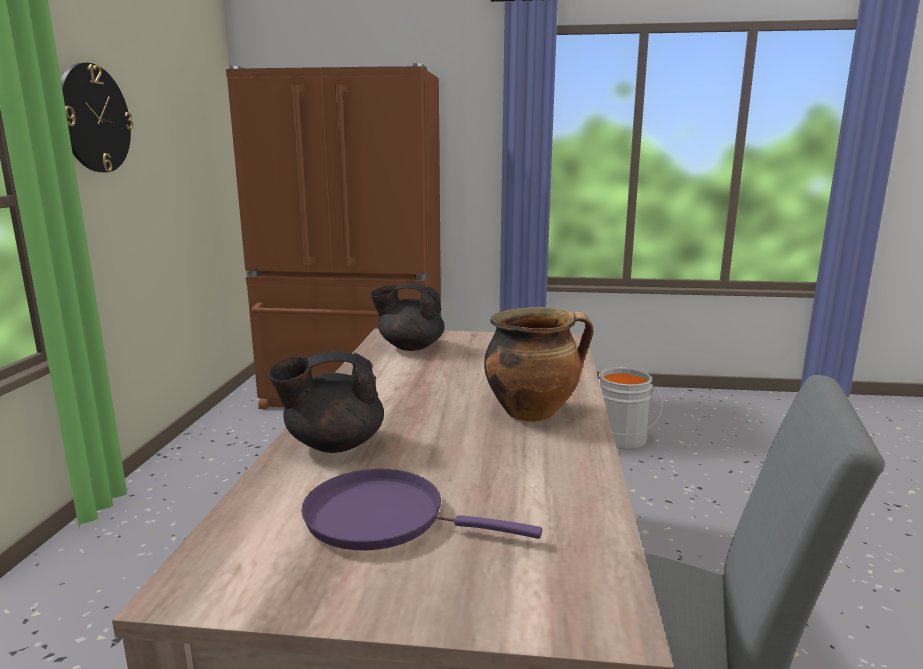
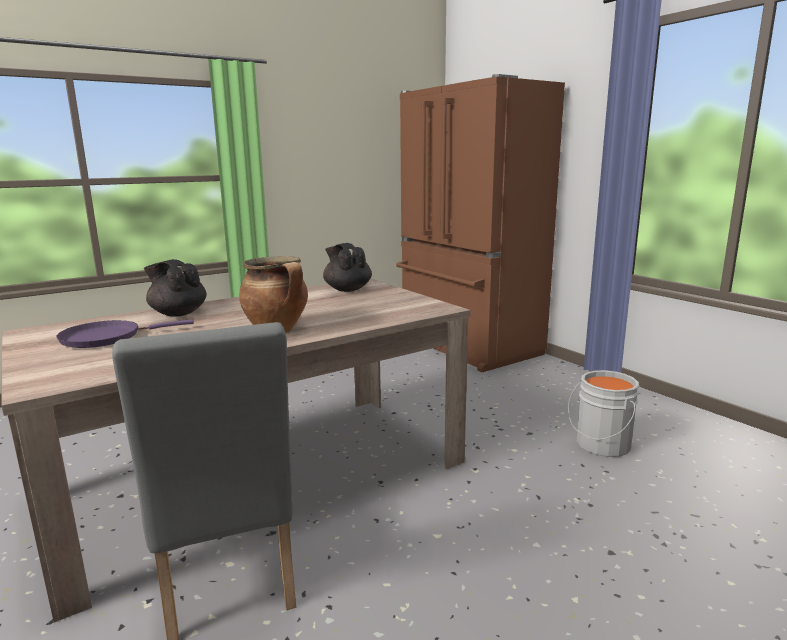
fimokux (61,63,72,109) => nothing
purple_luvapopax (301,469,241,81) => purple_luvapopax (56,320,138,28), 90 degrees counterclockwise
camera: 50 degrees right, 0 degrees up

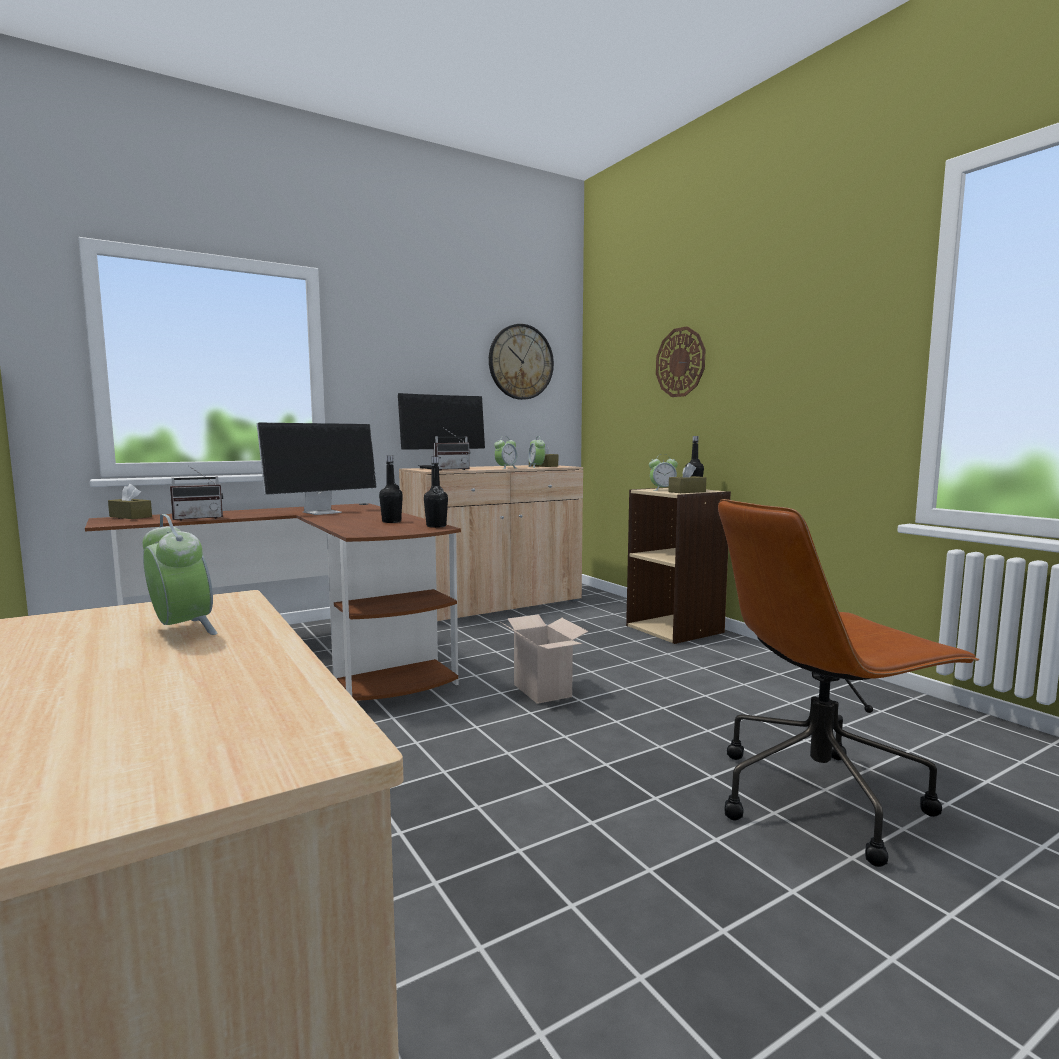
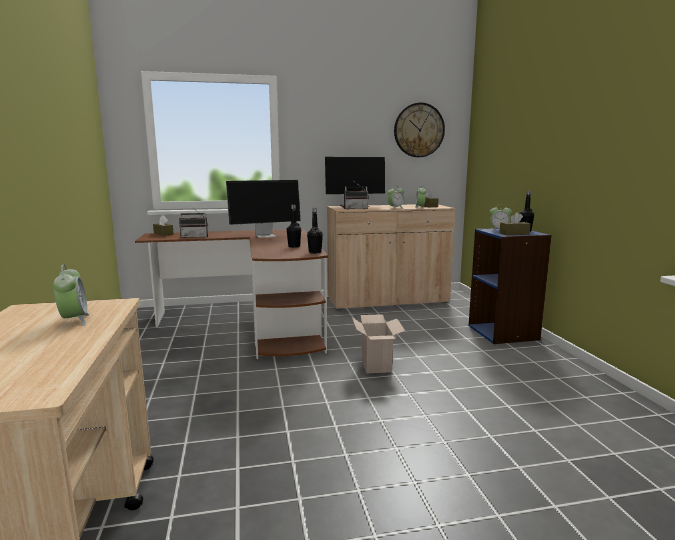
fimokux (656,326,50,71) => nothing
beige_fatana (626,487,105,157) => blue_fatana (469,228,83,116)
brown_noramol (718,499,262,368) => nothing
camera: 20 degrees right, 5 degrees up

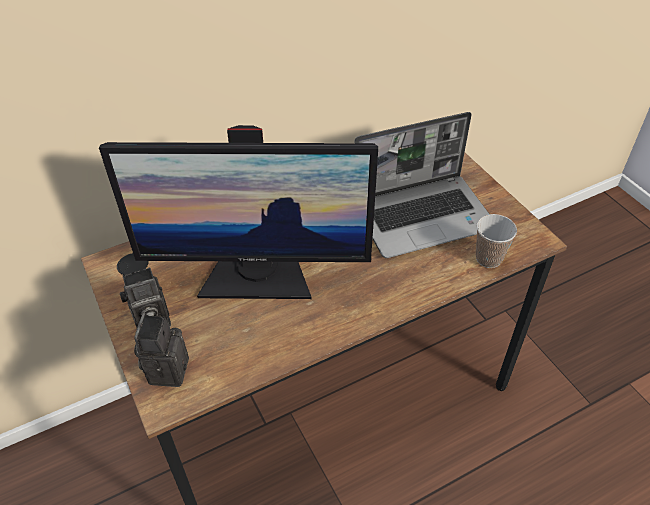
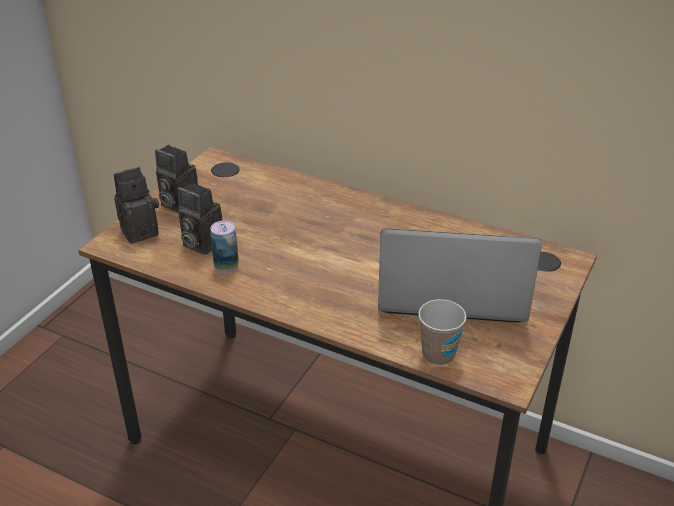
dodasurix (354,112,135,146) => dodasurix (378,228,164,95), 150 degrees clockwise
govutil (99,125,279,174) => nothing
nothing => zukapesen (178,182,44,73)
nothing => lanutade (210,221,29,52)
camera: 55 degrees right, 10 degrees down

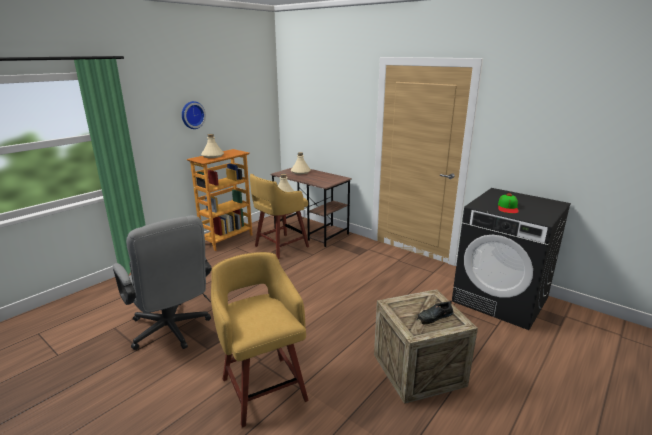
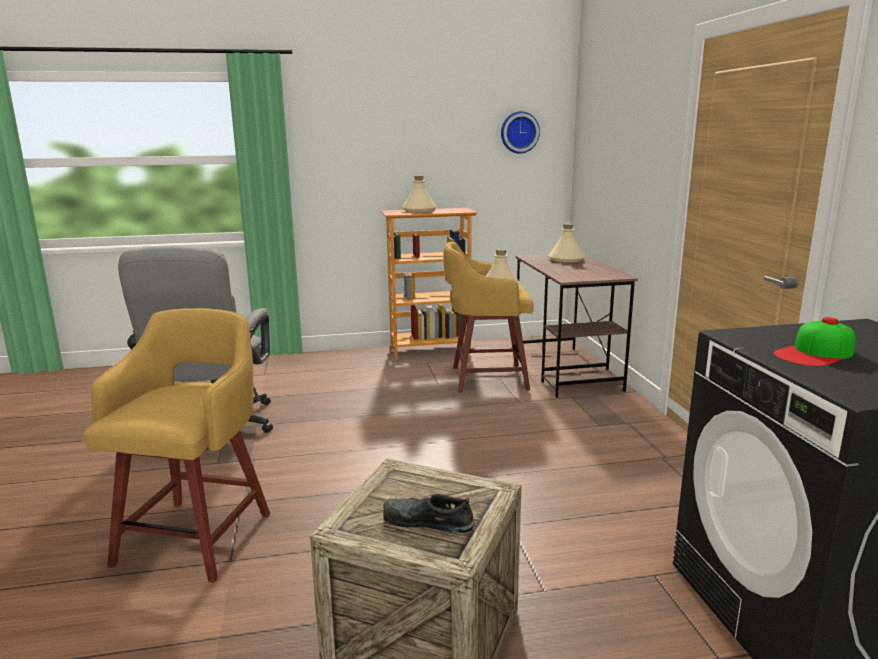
fimokux (182,101,24,28) => fimokux (501,111,39,43), relocated
camera: 40 degrees right, 5 degrees down

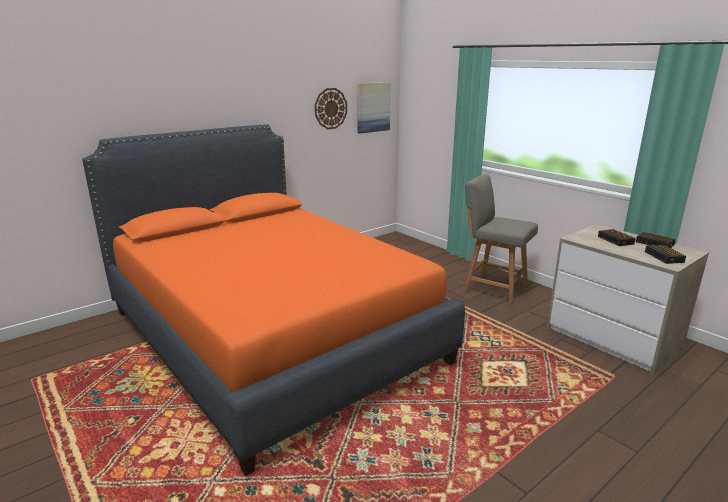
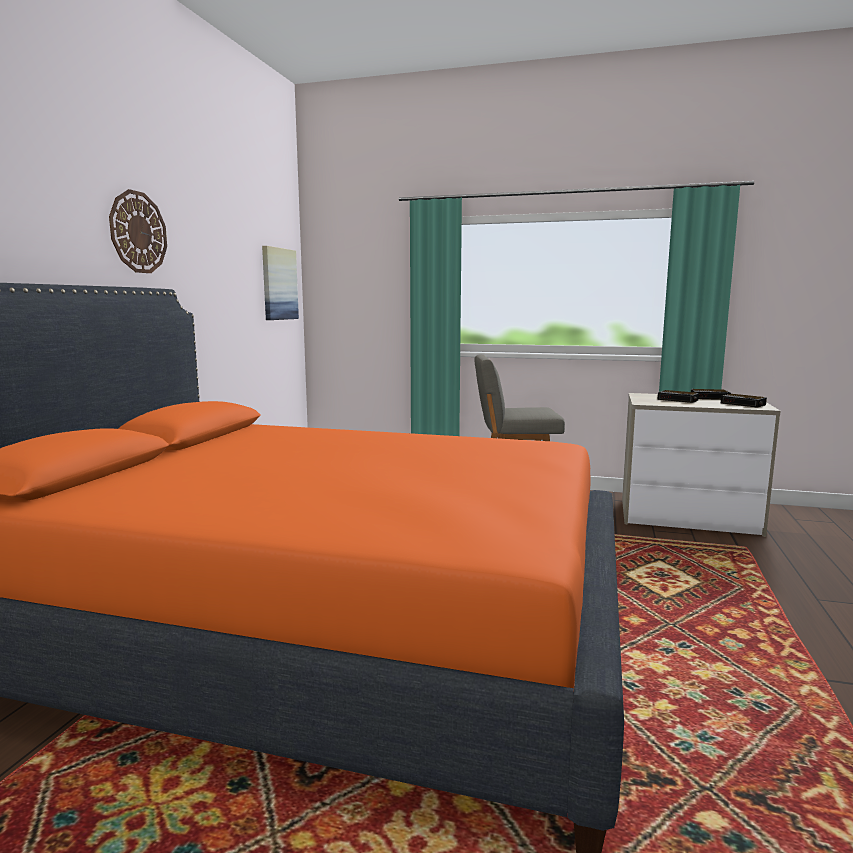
fimokux (315,88,32,41) => fimokux (109,189,58,84), relocated
camera: 35 degrees left, 10 degrees down

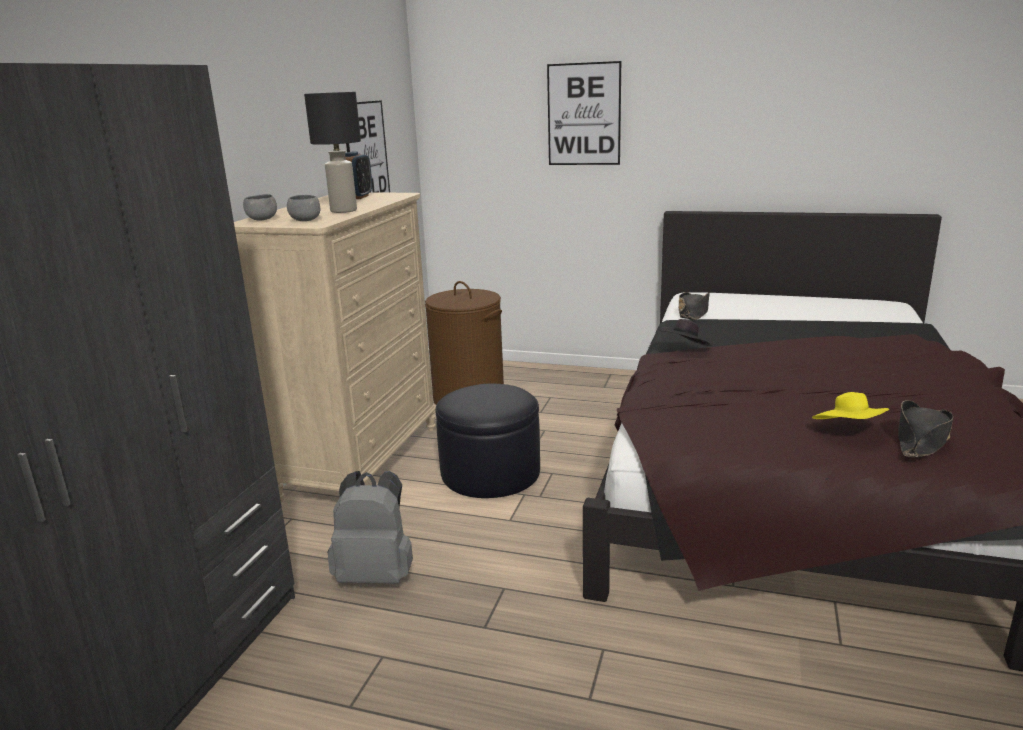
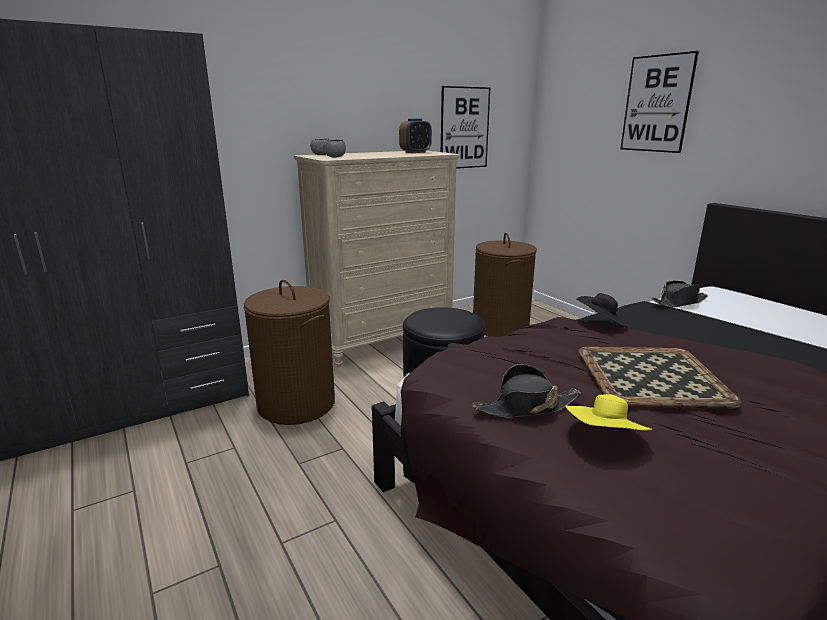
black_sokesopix (304,92,57,121) => nothing
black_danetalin (898,400,55,57) => black_danetalin (472,364,109,53), relocated
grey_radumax (327,471,86,113) => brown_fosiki (244,280,91,145)
nothing => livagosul (578,347,164,62)
camera: 40 degrees right, 0 degrees up

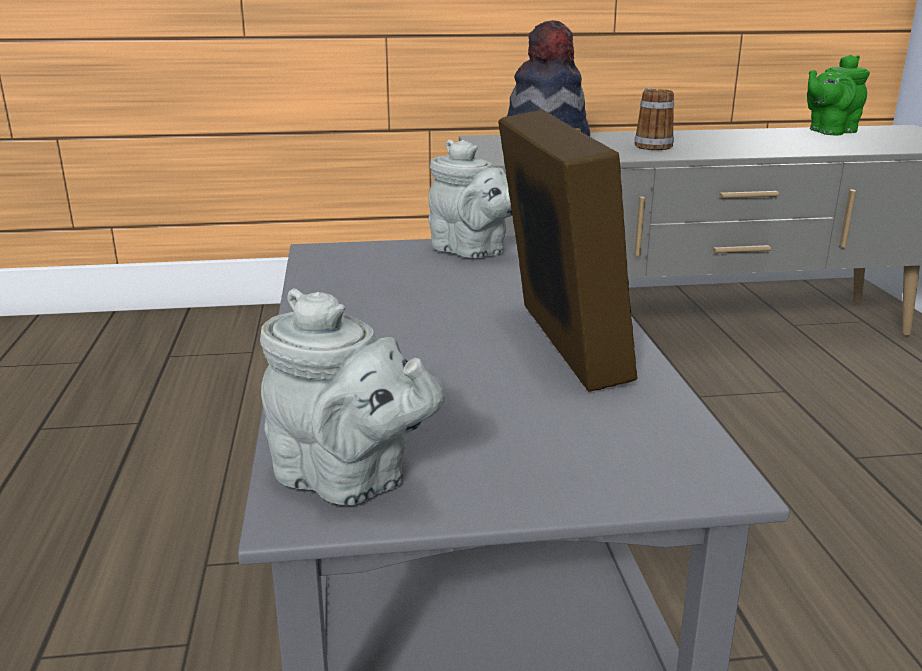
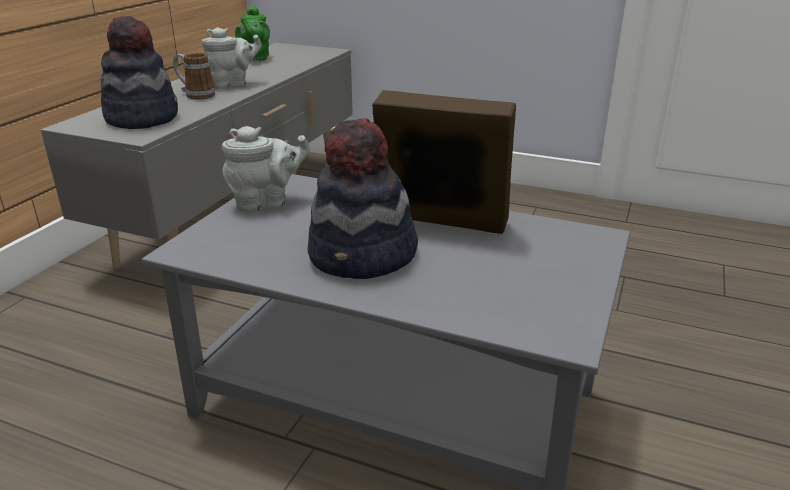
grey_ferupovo (260,288,185,217) => grey_ferupovo (201,27,61,61), relocated
nothing => danetalin (308,118,110,161)
camera: 60 degrees left, 5 degrees up

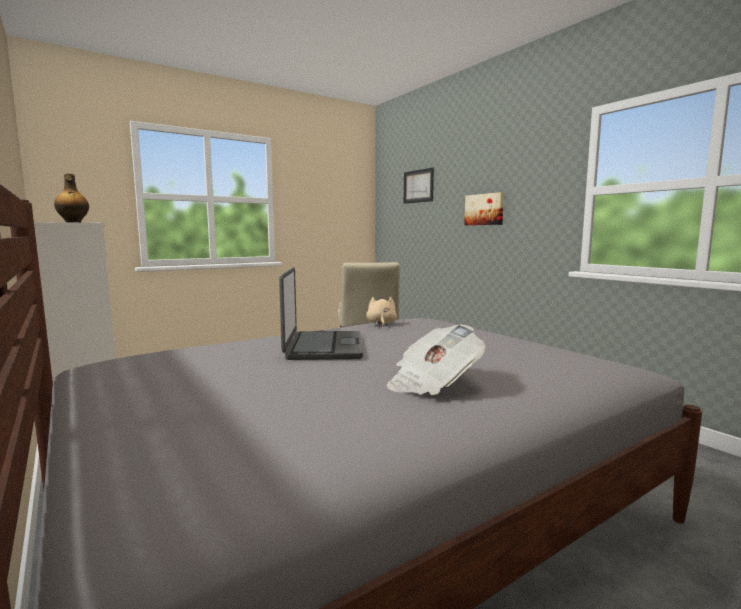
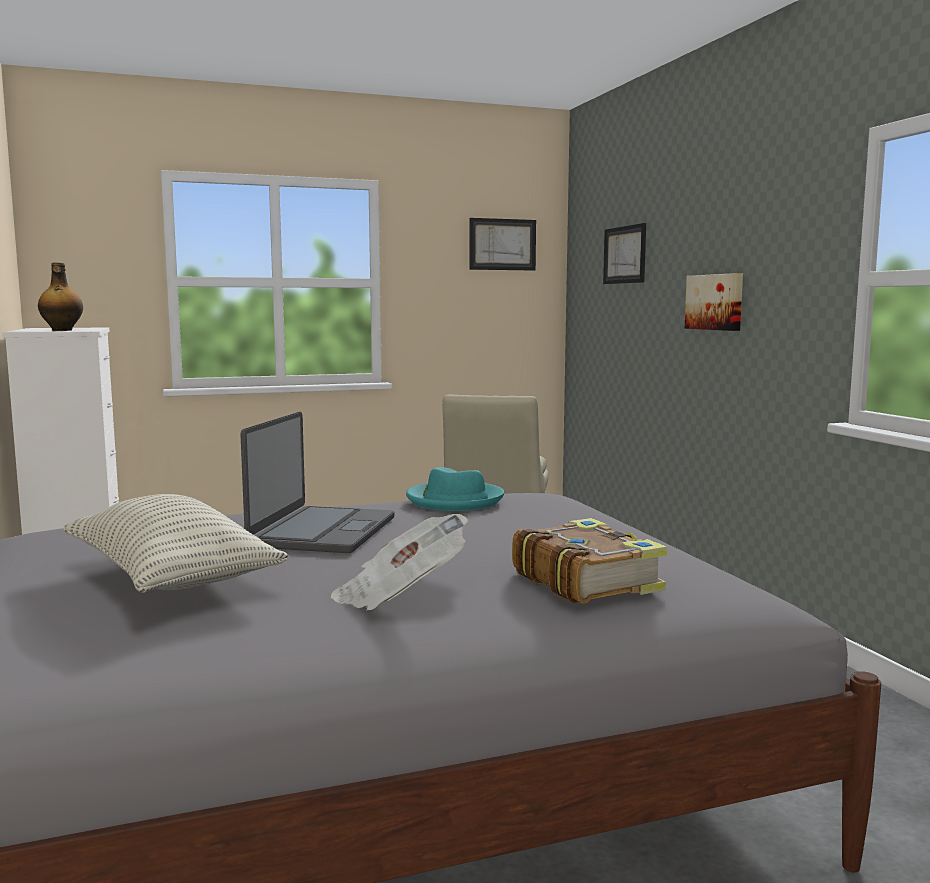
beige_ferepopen (366,297,31,29) => turquoise_danetalin (406,467,98,44)
nothing => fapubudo (470,218,66,53)
nothing => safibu (63,494,225,99)
nothing => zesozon (512,518,155,86)
camera: 15 degrees right, 0 degrees up

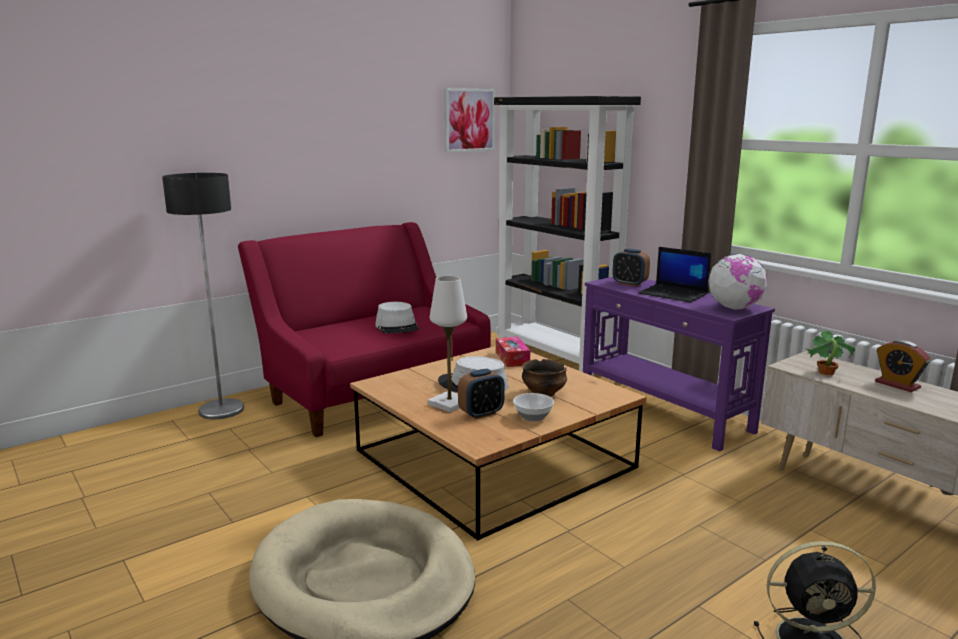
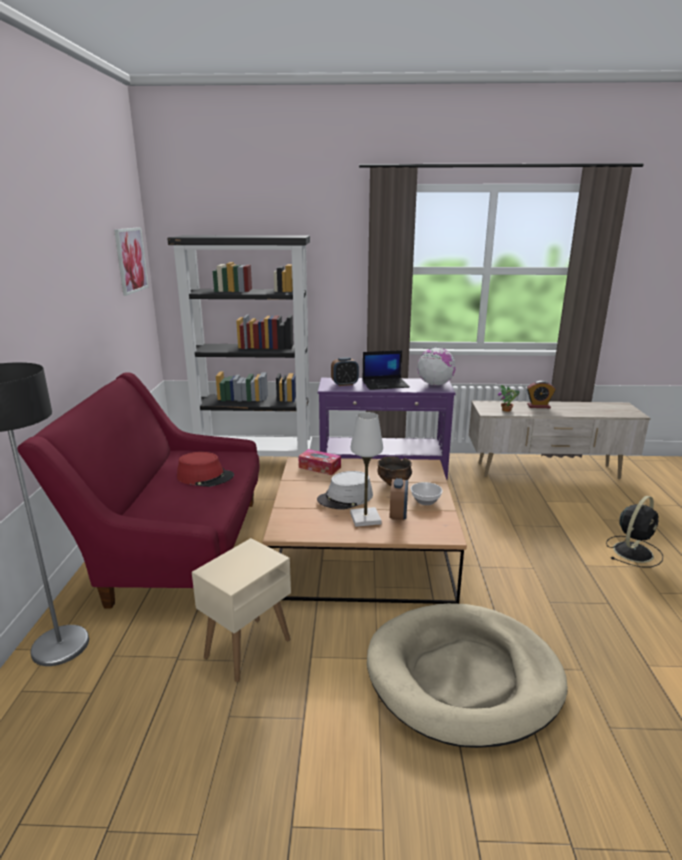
grey_danetalin (375,302,44,31) => red_danetalin (177,452,57,35)
nothing => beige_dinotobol (192,538,99,144)
camera: 50 degrees left, 5 degrees up

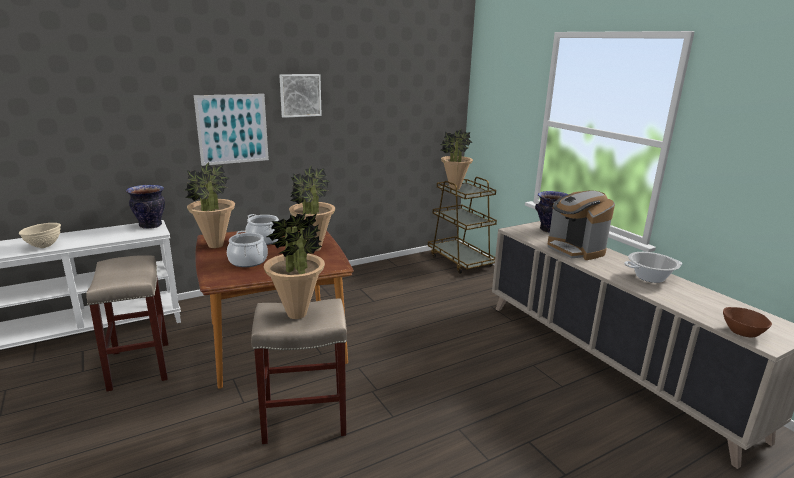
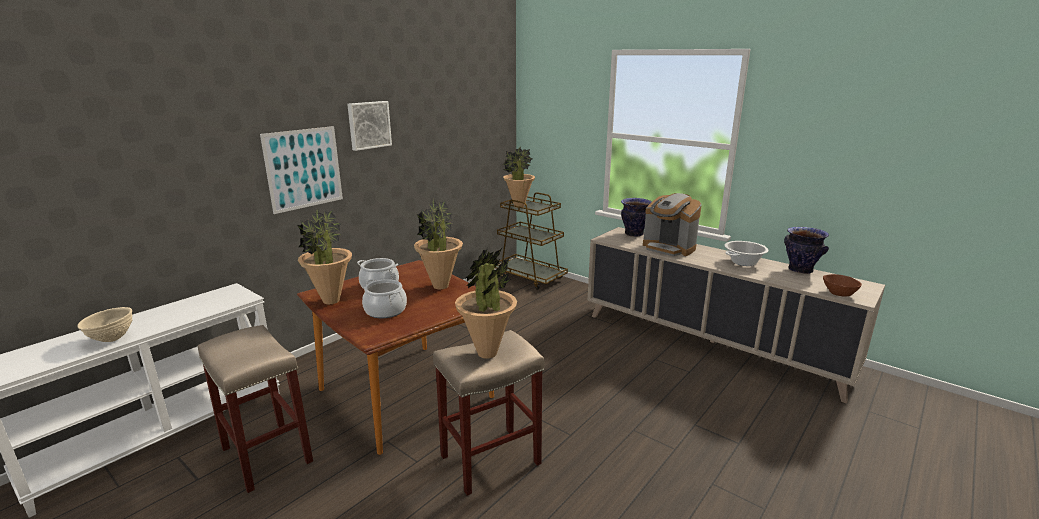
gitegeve (126,185,39,44) => gitegeve (784,227,45,47), relocated
camera: 20 degrees left, 0 degrees up

